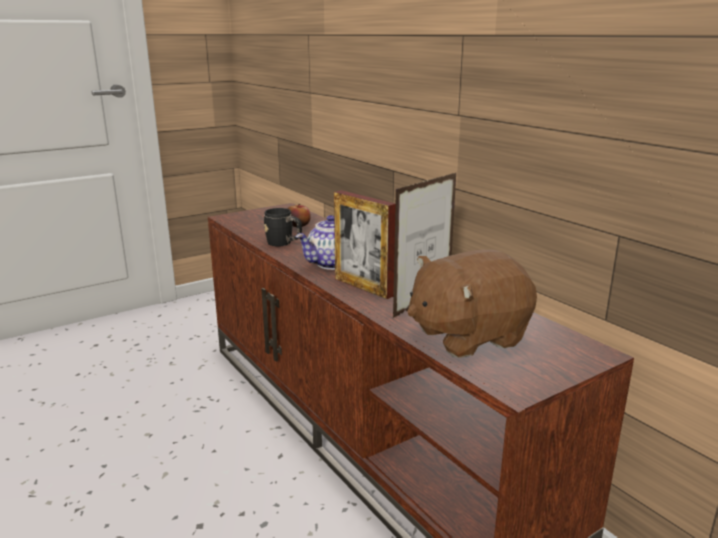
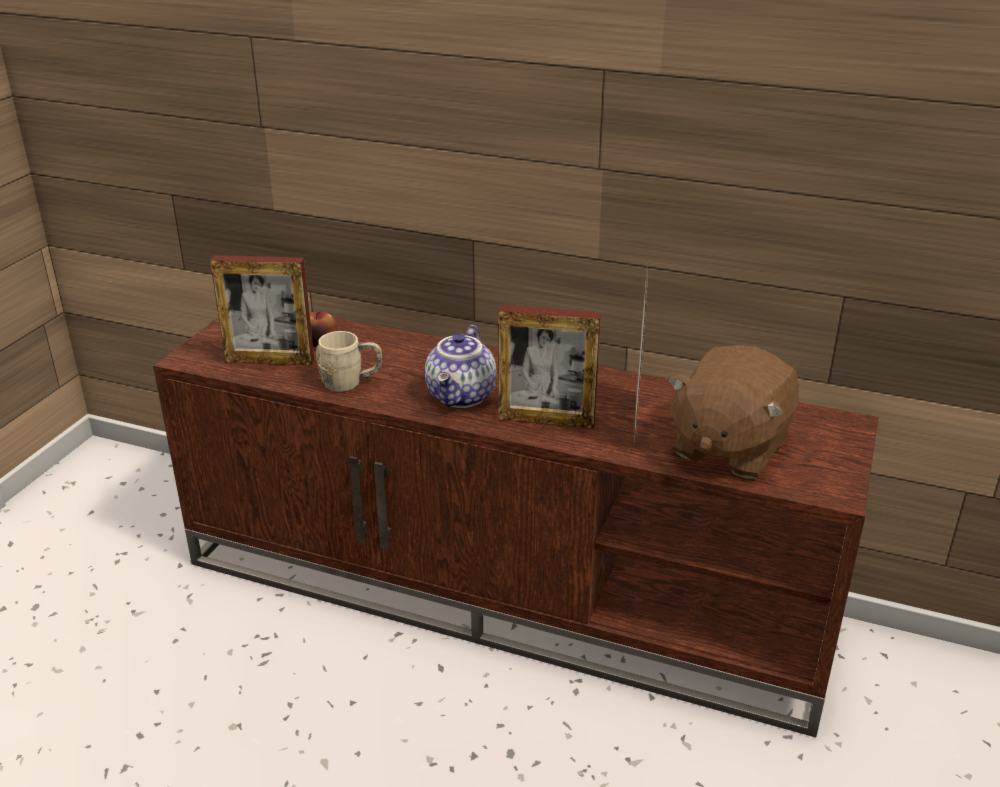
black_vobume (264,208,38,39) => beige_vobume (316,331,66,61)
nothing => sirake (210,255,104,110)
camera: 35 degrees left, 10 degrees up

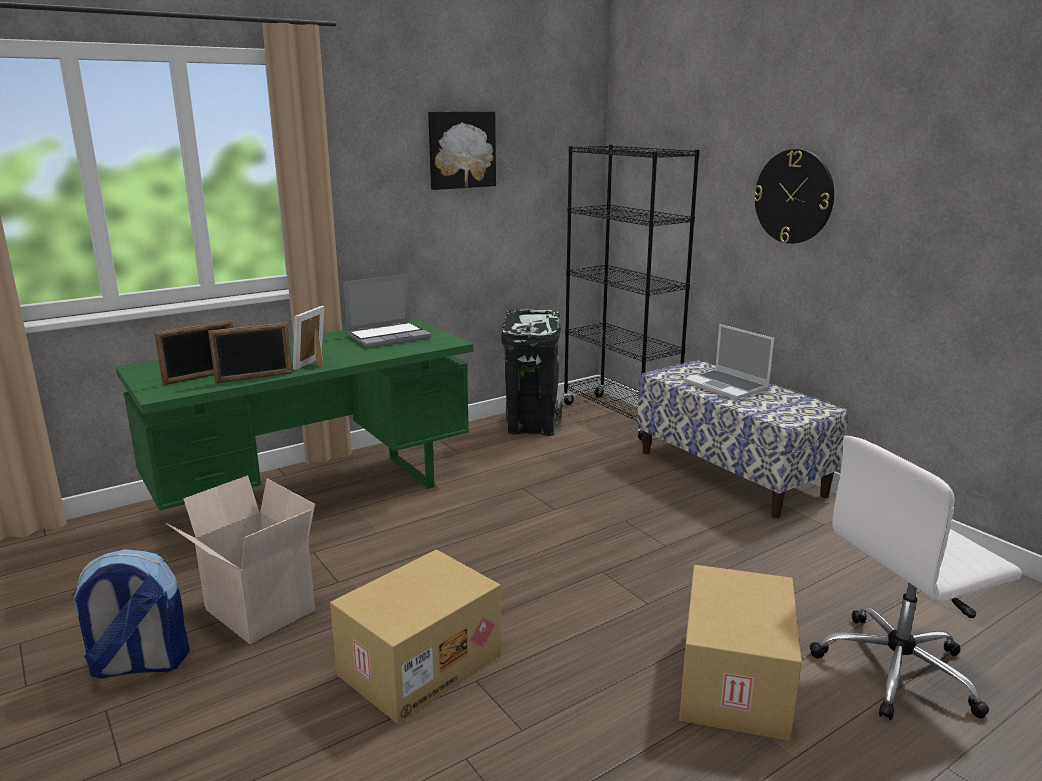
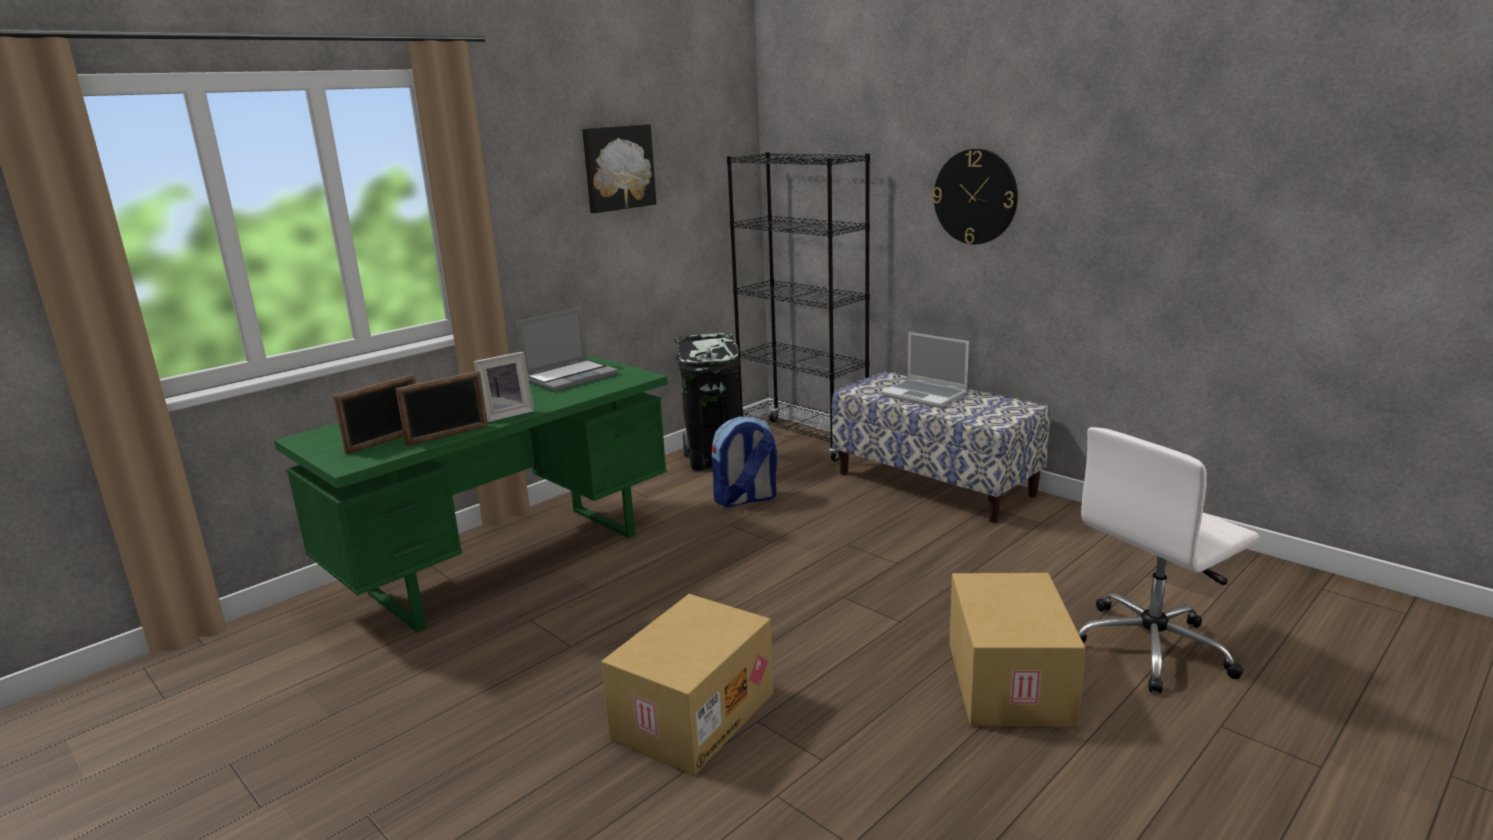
sirake (293,306,31,64) => sirake (474,352,60,70), 135 degrees counterclockwise
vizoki (166,475,149,169) => nothing
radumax (71,549,119,130) => radumax (712,416,65,92), relocated
camera: 10 degrees left, 0 degrees up

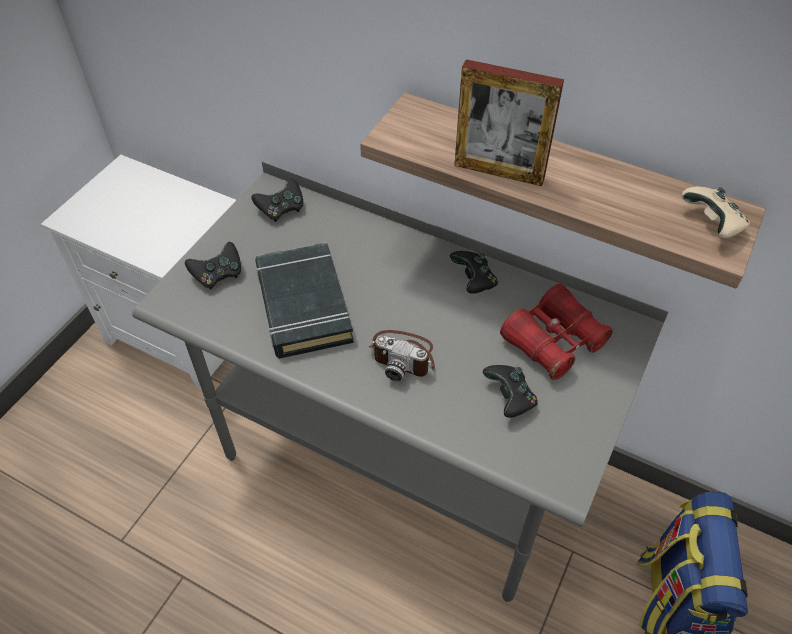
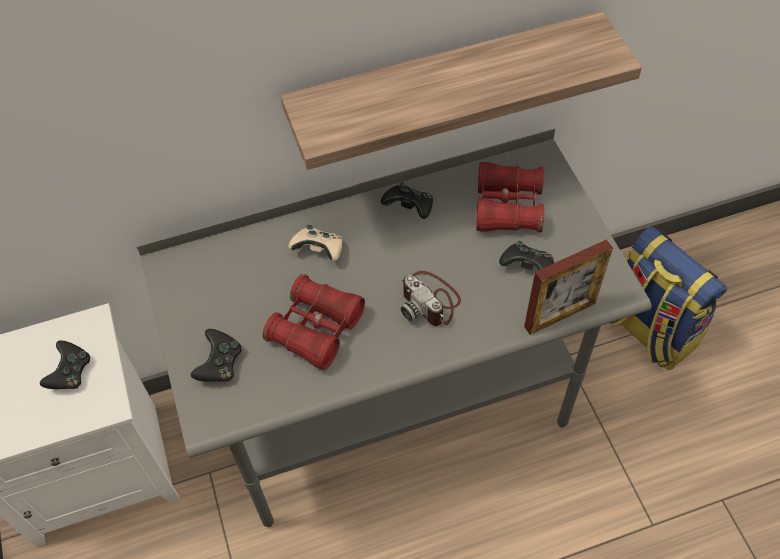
sirake (454,59,110,127) => sirake (524,239,89,96), relocated
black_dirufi (251,178,53,44) => black_dirufi (40,340,50,49), relocated
beige_dirufi (681,187,69,51) => beige_dirufi (289,225,53,36), relocated
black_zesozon (255,242,99,116) => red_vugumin (262,274,103,96)
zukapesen (368,330,67,51) => zukapesen (401,271,60,55), 75 degrees clockwise
camera: 45 degrees left, 5 degrees up

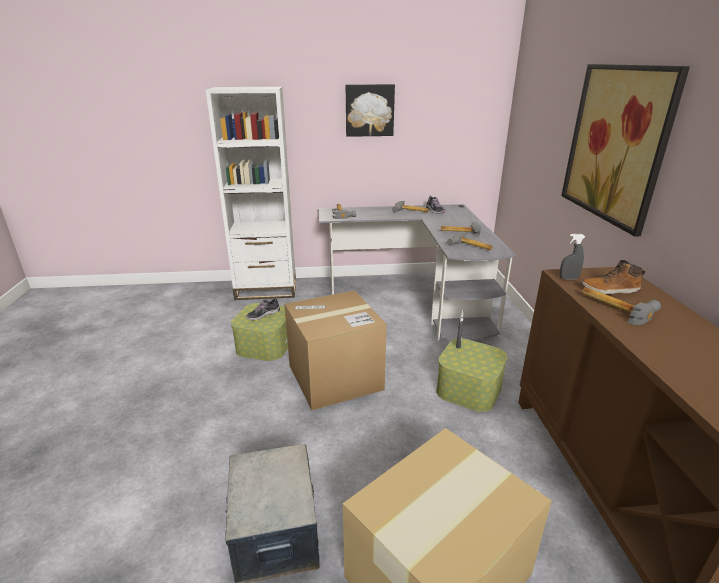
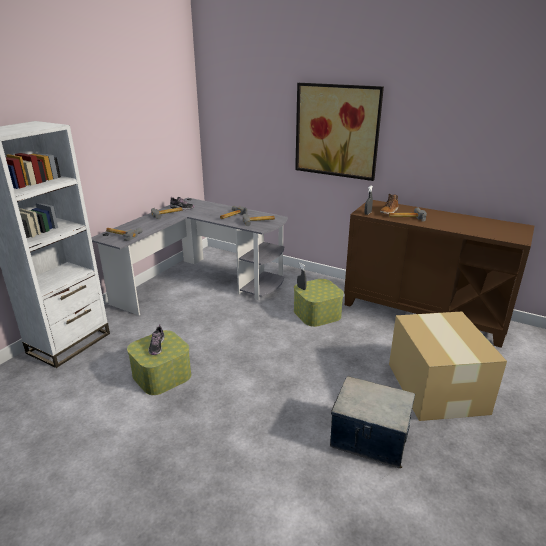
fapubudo (346,84,49,53) => nothing
vizoki (284,290,103,120) => nothing
camera: 55 degrees left, 0 degrees up

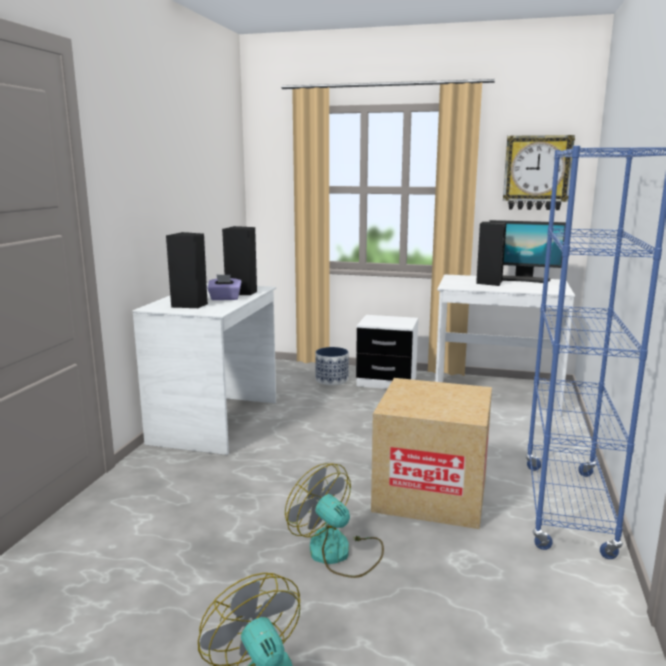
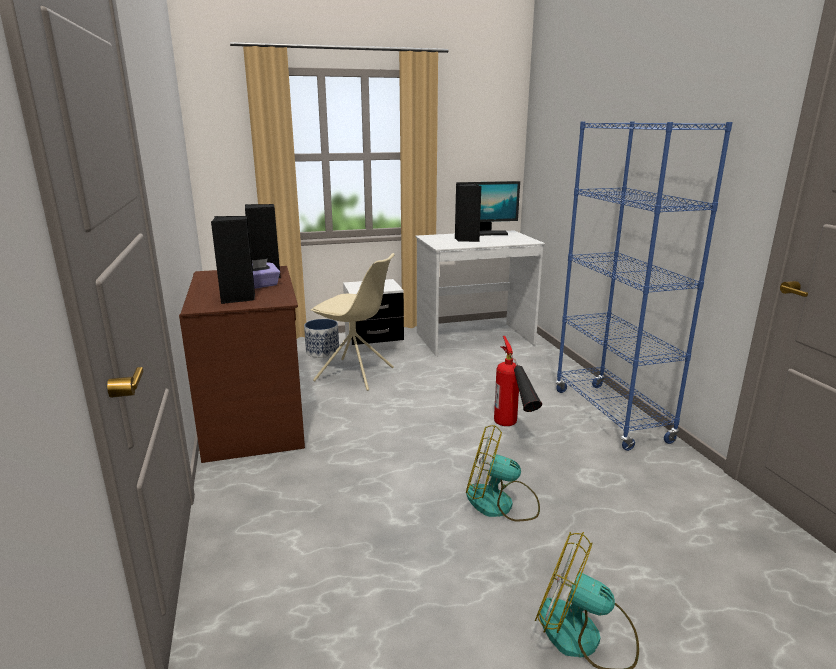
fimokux (503,135,72,75) => nothing
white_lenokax (133,283,143,172) => brown_lenokax (179,266,126,197)
vizoki (371,378,121,151) => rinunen (494,336,48,90)
nothing => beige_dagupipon (311,253,84,138)
camera: 30 degrees left, 5 degrees up

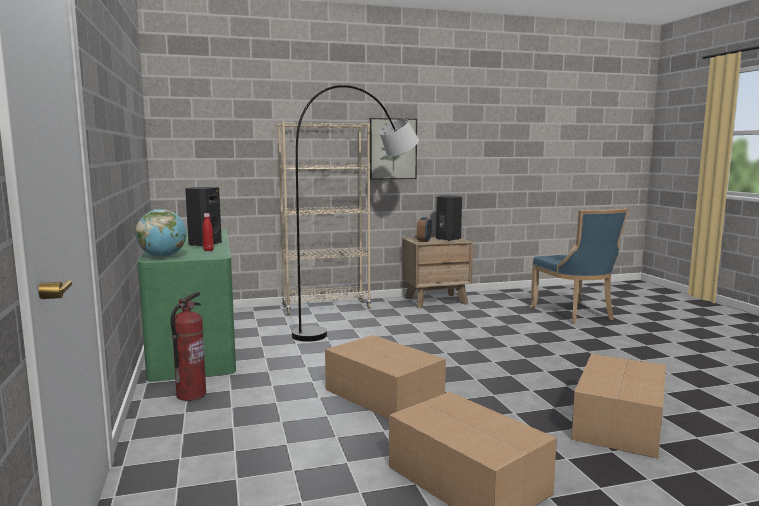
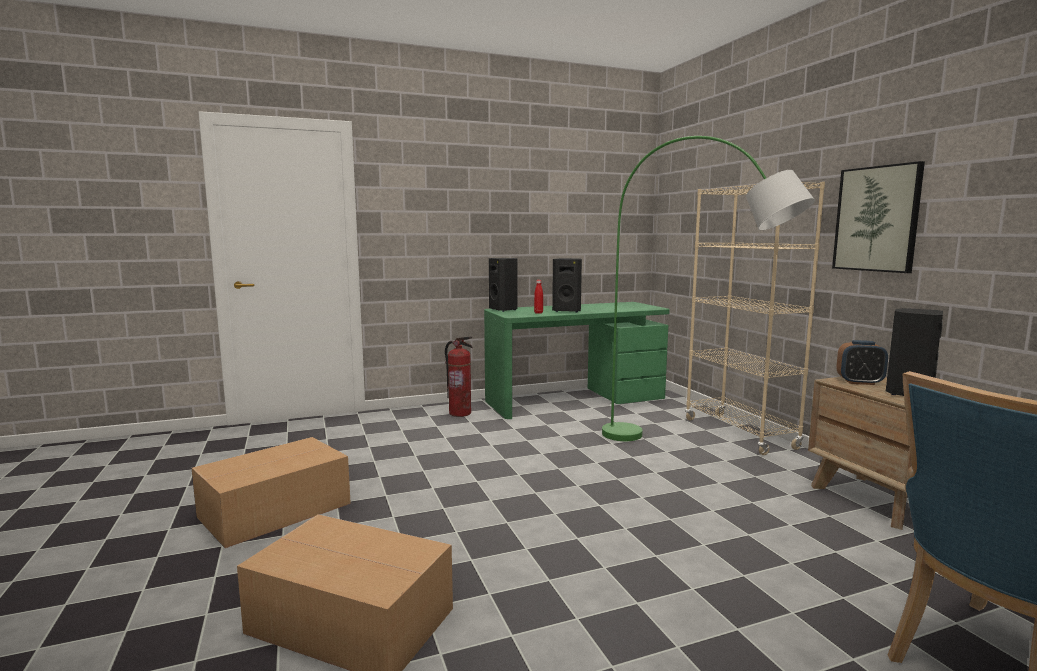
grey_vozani (292,85,127,257) => green_vozani (602,136,213,305)
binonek (136,209,50,49) => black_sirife (489,258,29,54)
vizoki (325,335,121,84) => nothing
camera: 85 degrees right, 0 degrees up

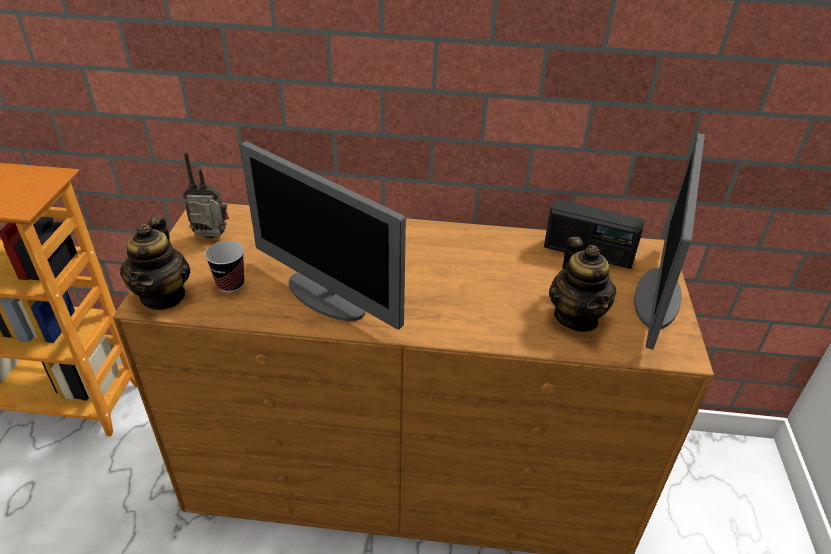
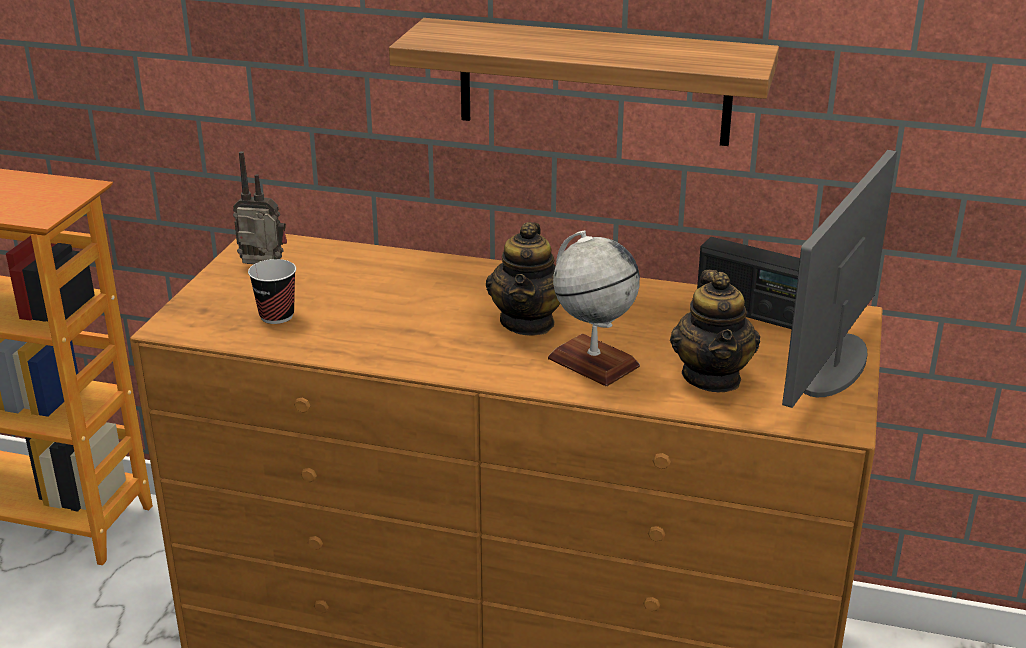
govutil (240,141,166,189) => nothing
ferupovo (120,216,70,94) => ferupovo (486,222,74,114), relocated
nothing => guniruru (389,18,390,128)
nothing => binonek (548,230,92,156)
camera: 10 degrees right, 10 degrees down

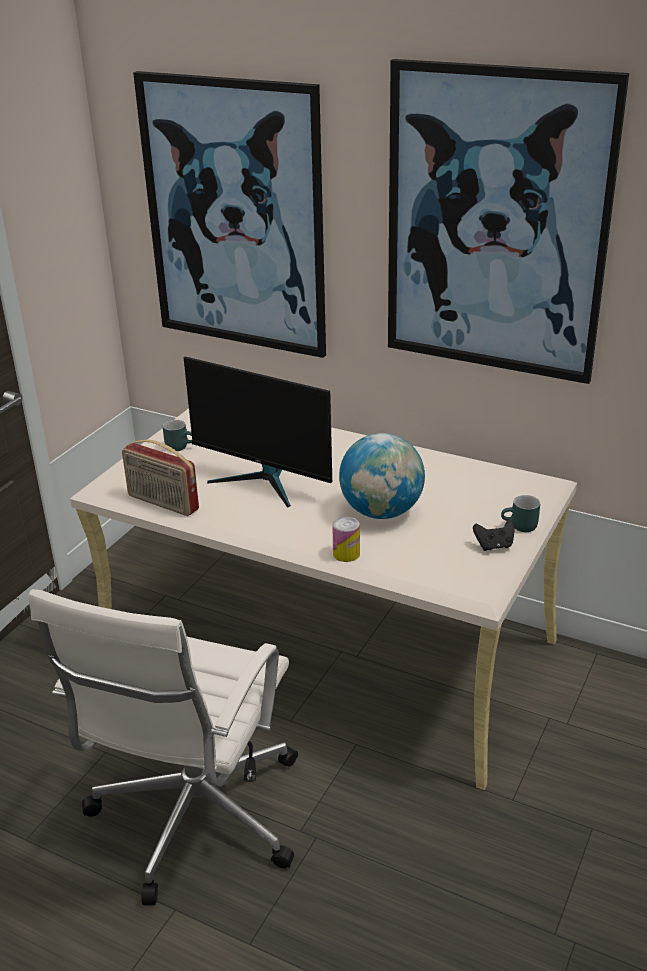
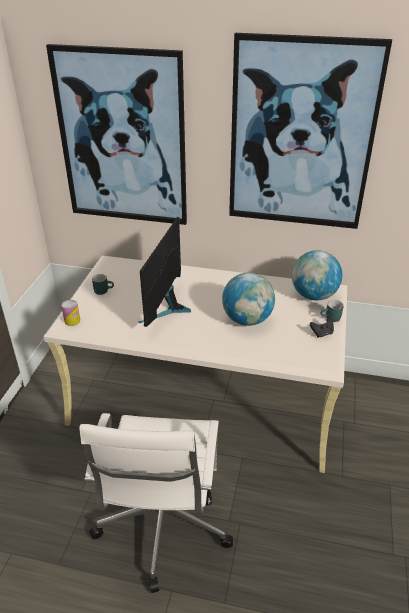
govutil (184,357,148,151) => govutil (138,217,53,110), 90 degrees clockwise
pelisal (122,440,77,76) => nothing
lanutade (332,517,28,45) => lanutade (61,300,19,26), relocated
nothing => binonek (292,250,50,50)
camera: 15 degrees left, 5 degrees up

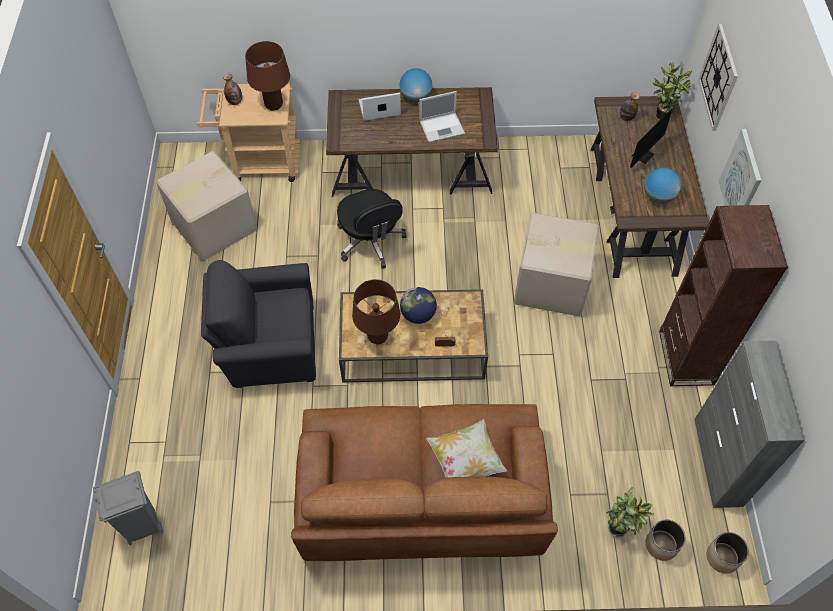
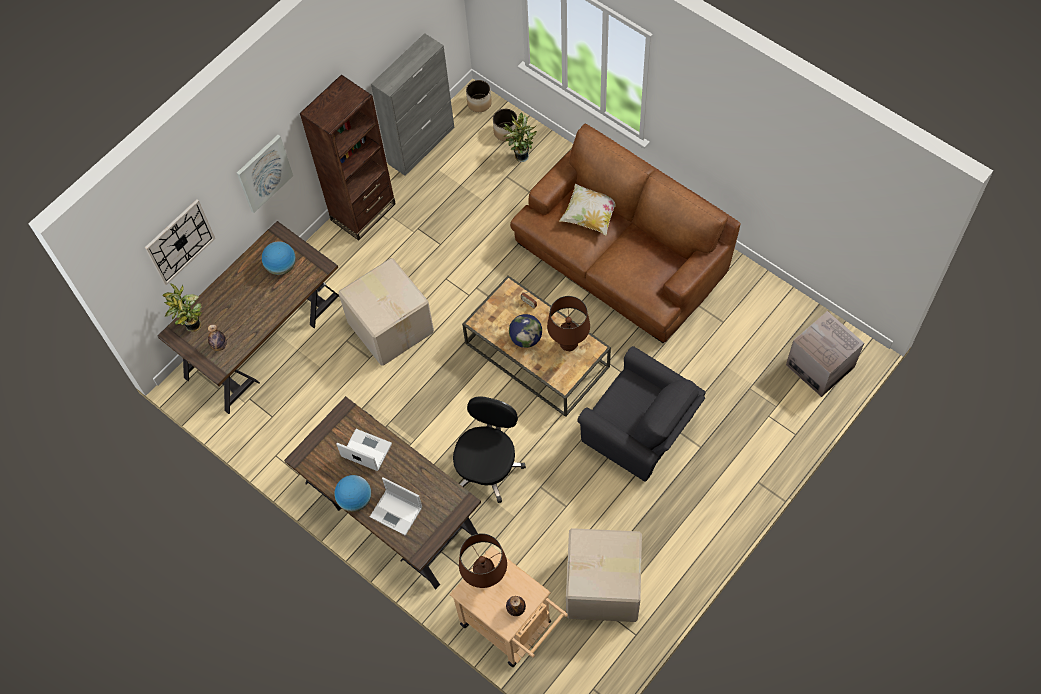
govutil (630,104,51,64) => nothing
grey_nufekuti (93,471,70,74) => vizoki (786,311,78,86)
camera: 135 degrees left, 5 degrees up

